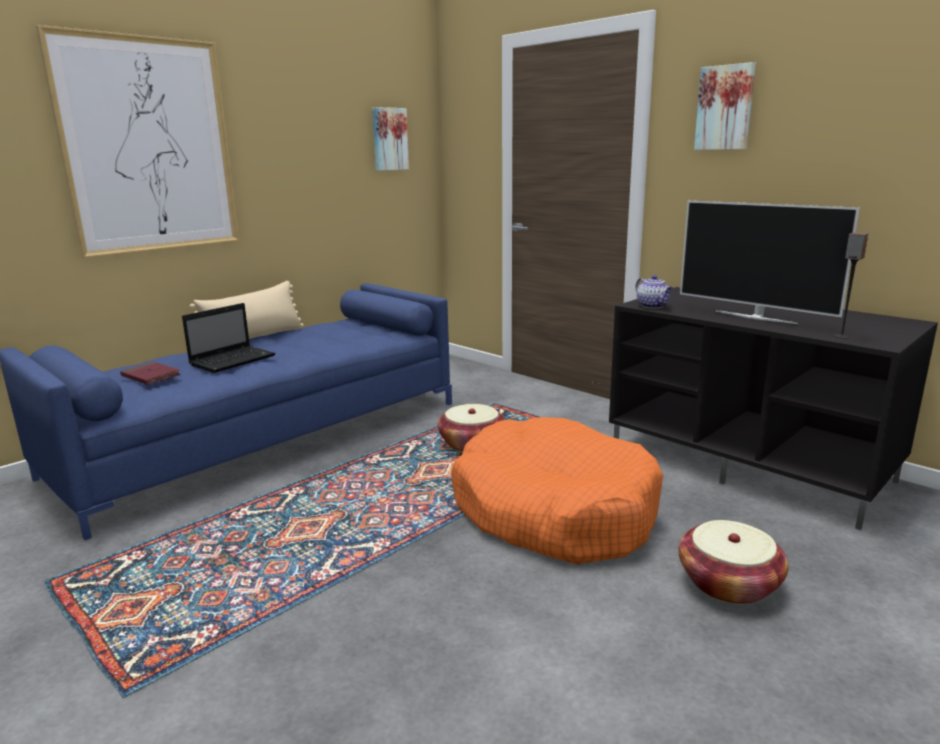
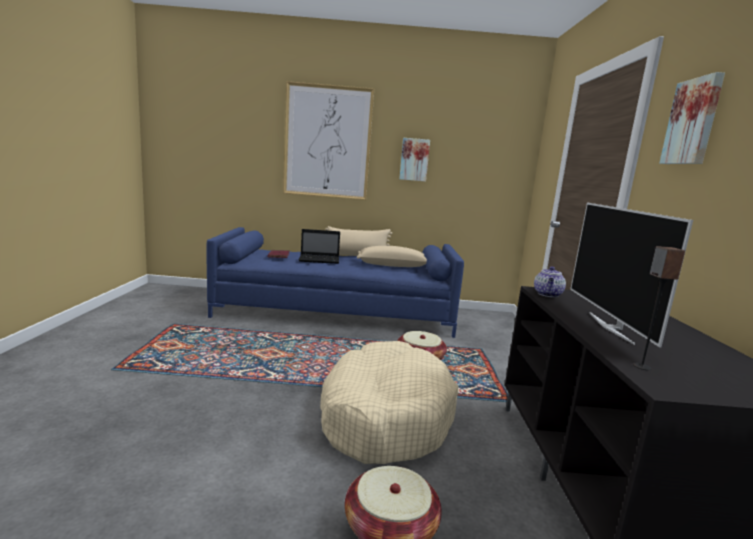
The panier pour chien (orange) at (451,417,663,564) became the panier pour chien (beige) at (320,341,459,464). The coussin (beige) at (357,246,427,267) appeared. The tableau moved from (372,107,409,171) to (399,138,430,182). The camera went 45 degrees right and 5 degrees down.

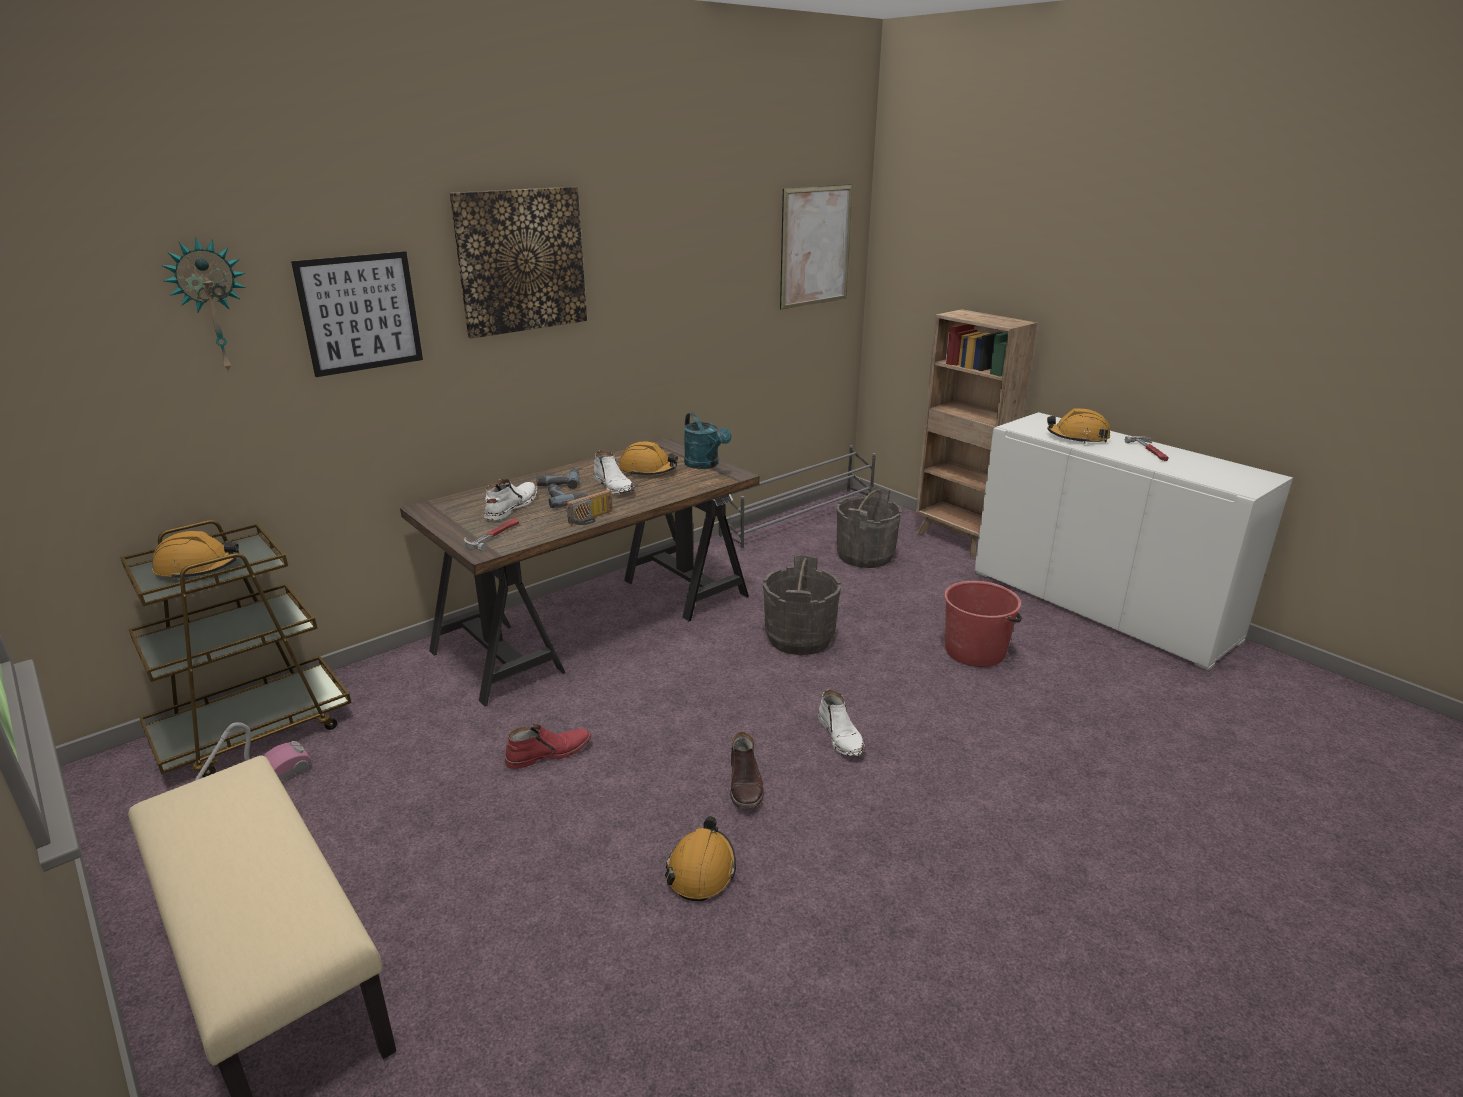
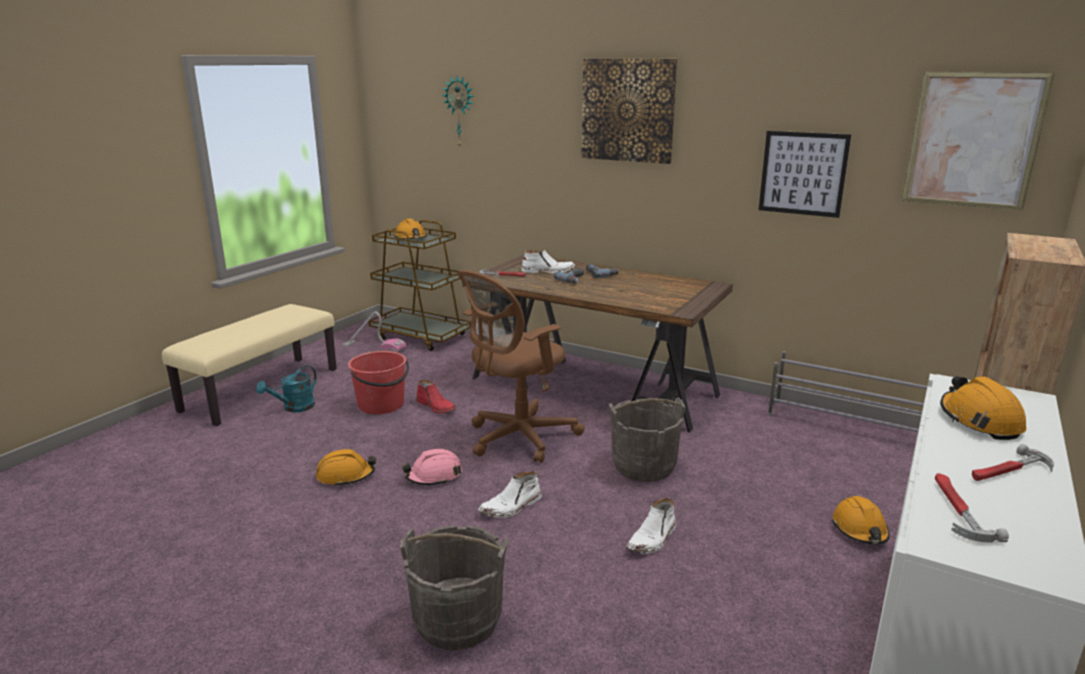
The arrosoir (turquoise) moved from (684,413,732,469) to (256,365,317,412). The seau (rouge) moved from (944,581,1022,667) to (348,351,409,414). The seau (gris) moved from (836,487,902,568) to (400,525,508,650). The botte (marron) at (730,732,764,809) was replaced by the casque de chantier (rose) at (402,449,462,485). The chaise de bureau (marron) at (457,270,585,463) appeared. The botte (blanc) moved from (593,451,635,494) to (626,498,676,554). The tableau moved from (291,251,423,377) to (759,131,851,218). The casque de chantier (orange) moved from (619,442,678,476) to (832,496,890,544). The marteau at (935,473,1009,543) appeared. The radio at (566,490,613,525) disappeared. The camera went 70 degrees right and 5 degrees down.

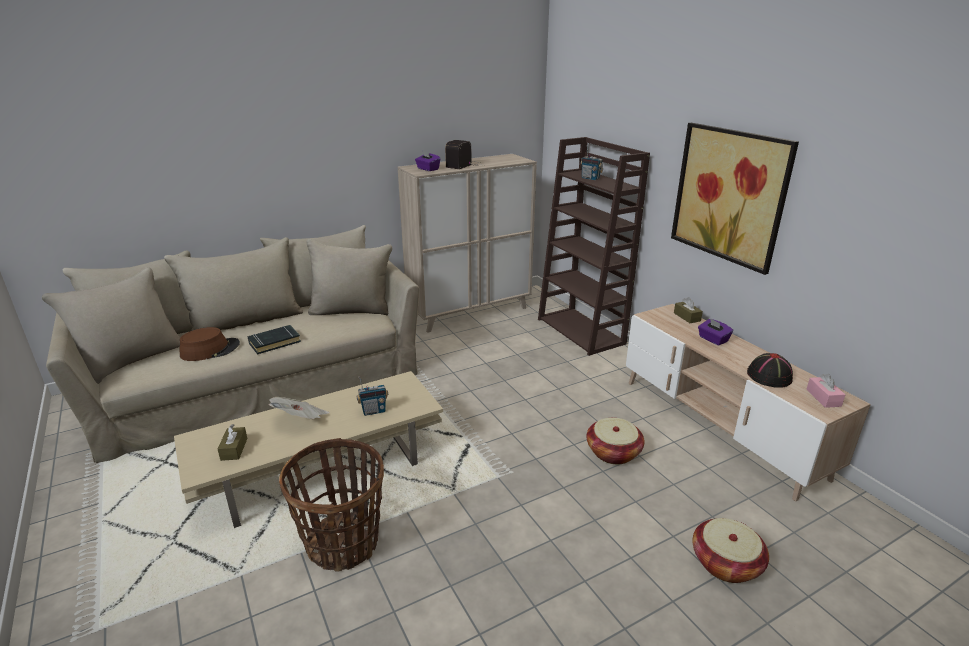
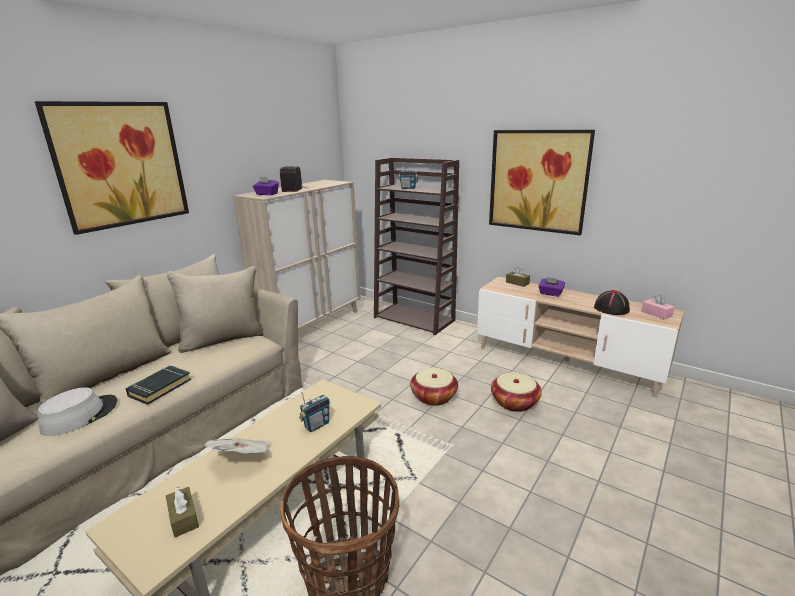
The tableau at (35,101,189,235) appeared. The chapeau (marron) at (180,327,240,361) became the chapeau (gris) at (38,387,118,436). The panier moved from (692,518,769,583) to (410,368,458,406). The camera went 25 degrees left and 5 degrees down.

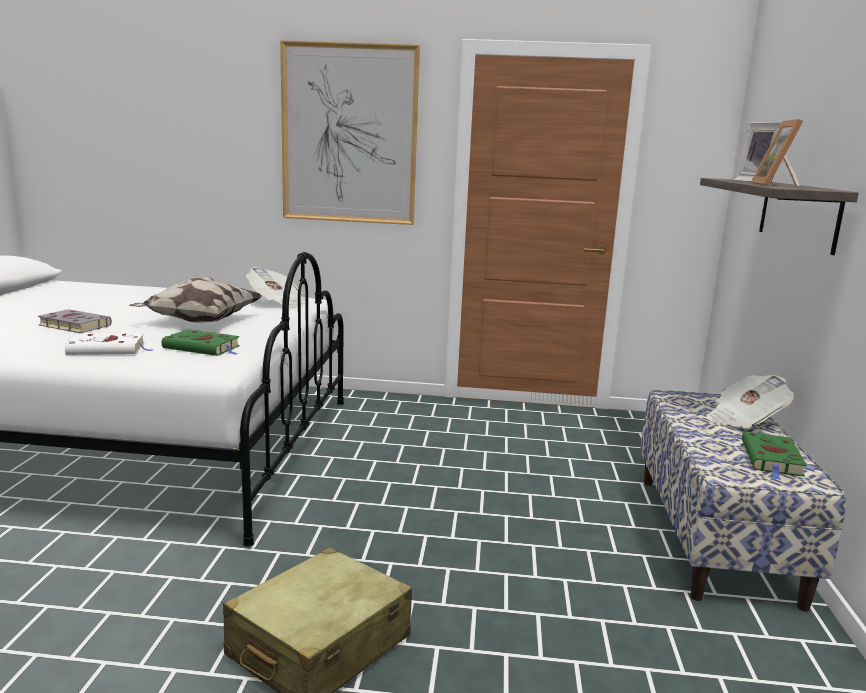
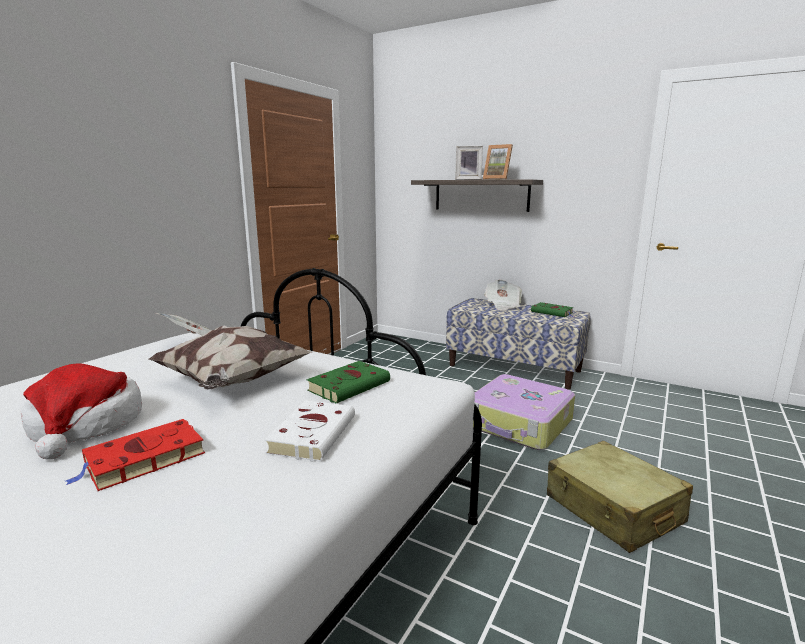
The chapeau at (21,363,142,459) appeared. The livre (gris) at (38,309,112,333) became the livre (rouge) at (66,419,205,491). The valise at (473,374,575,450) appeared. The tableau at (280,40,420,225) disappeared. The camera went 65 degrees left and 0 degrees up.

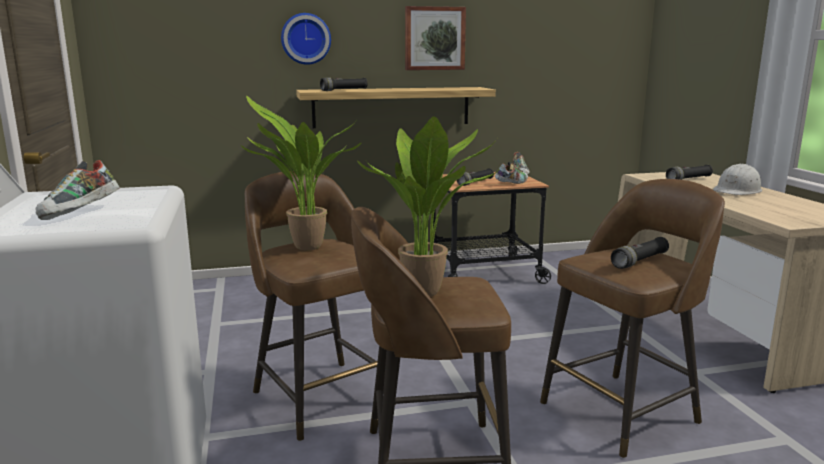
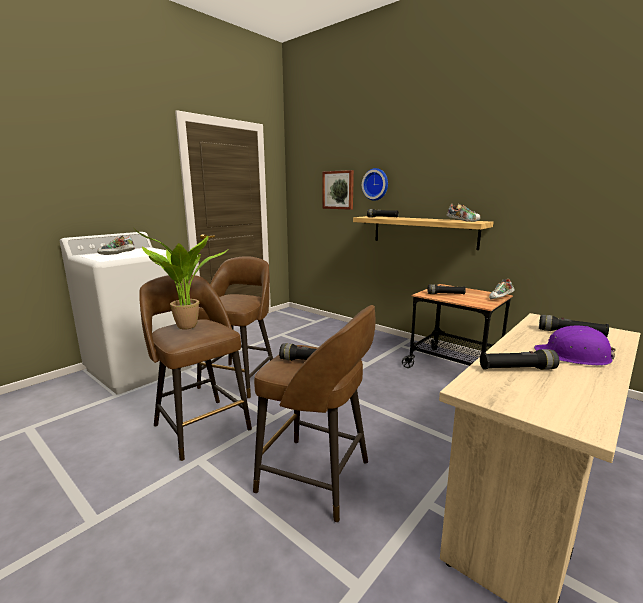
The tableau moved from (405,6,466,70) to (322,170,354,210). The chaussure moved from (495,162,528,184) to (447,203,480,222). The lampe de poche (noir) at (480,349,559,370) appeared. The casque de chantier (blanc) at (713,163,762,195) became the casque de chantier (violet) at (534,326,616,366). The plante en pot at (241,96,362,250) disappeared. The camera went 55 degrees right and 0 degrees up.

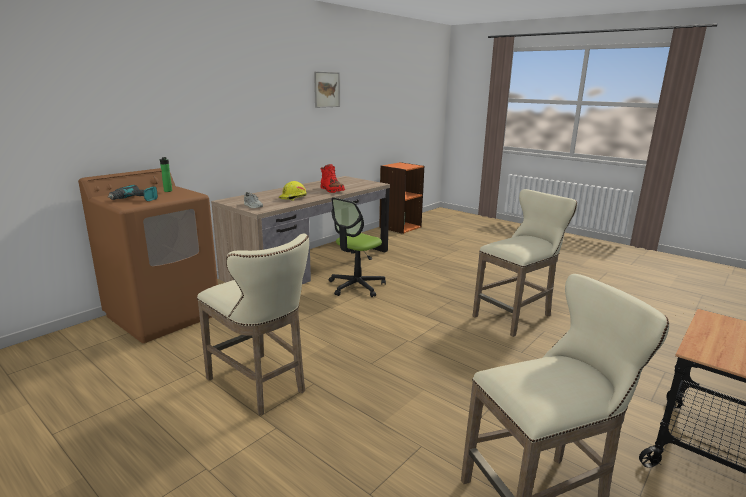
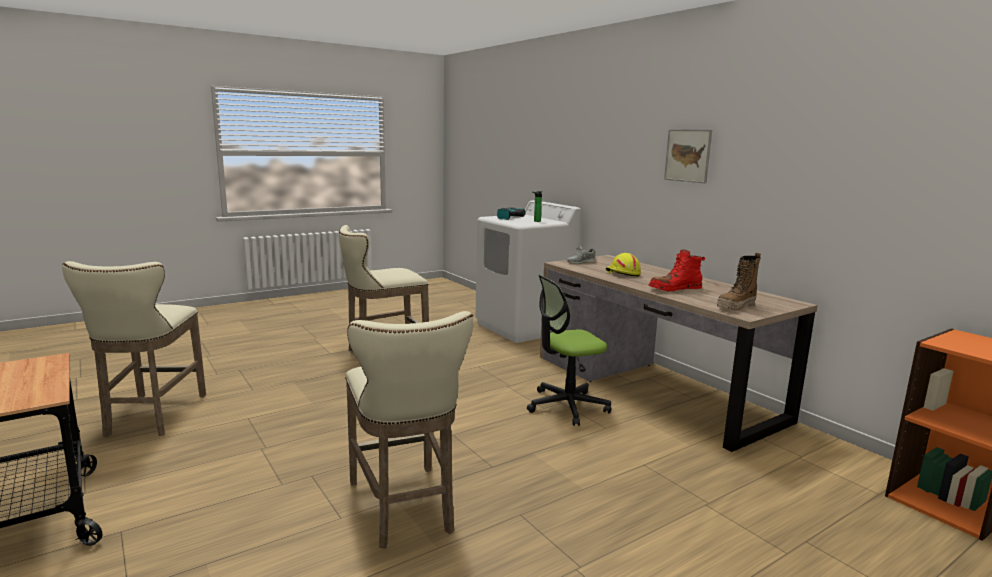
The lave-linge (marron) at (78,168,218,343) became the lave-linge (blanc) at (475,200,581,343). The chaise de bureau at (329,197,386,297) turned 75 degrees counterclockwise. The tableau moved from (314,72,340,108) to (664,129,712,183). The botte at (717,252,761,311) appeared. The camera went 105 degrees right and 5 degrees down.

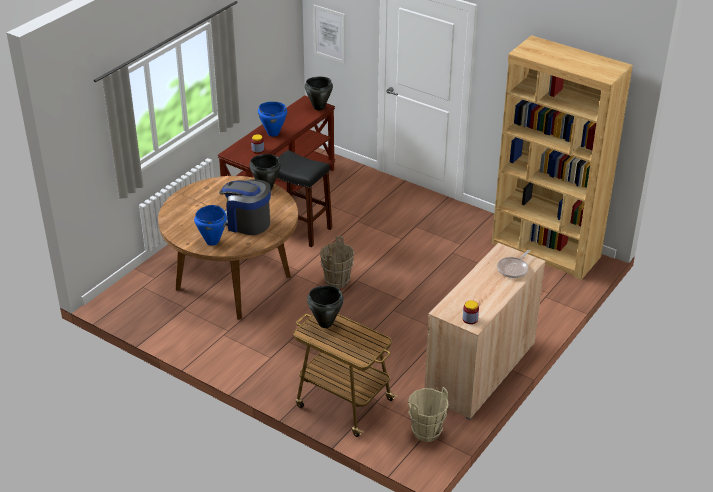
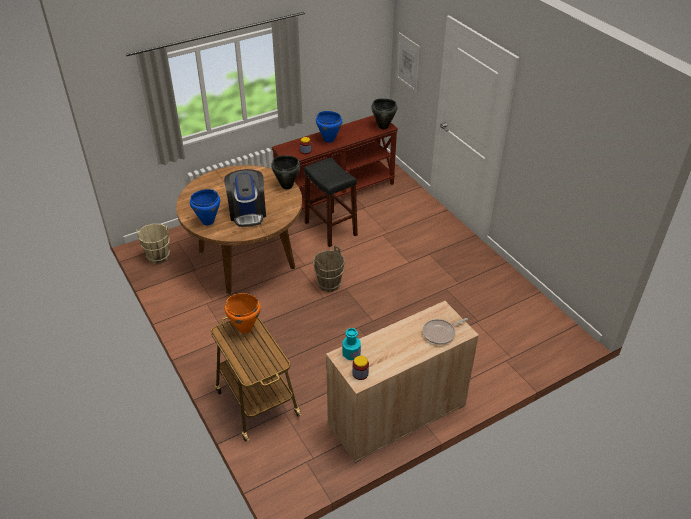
The seau (beige) moved from (408,387,449,442) to (136,224,170,264). The machine à café at (219,179,271,235) turned 150 degrees counterclockwise. The marmite (noir) at (307,285,344,328) became the marmite (orange) at (225,293,261,334). The bouteille (turquoise) at (342,328,361,360) appeared. The bibliothèque (marron) at (492,35,633,280) disappeared. The camera went 25 degrees right and 5 degrees up.

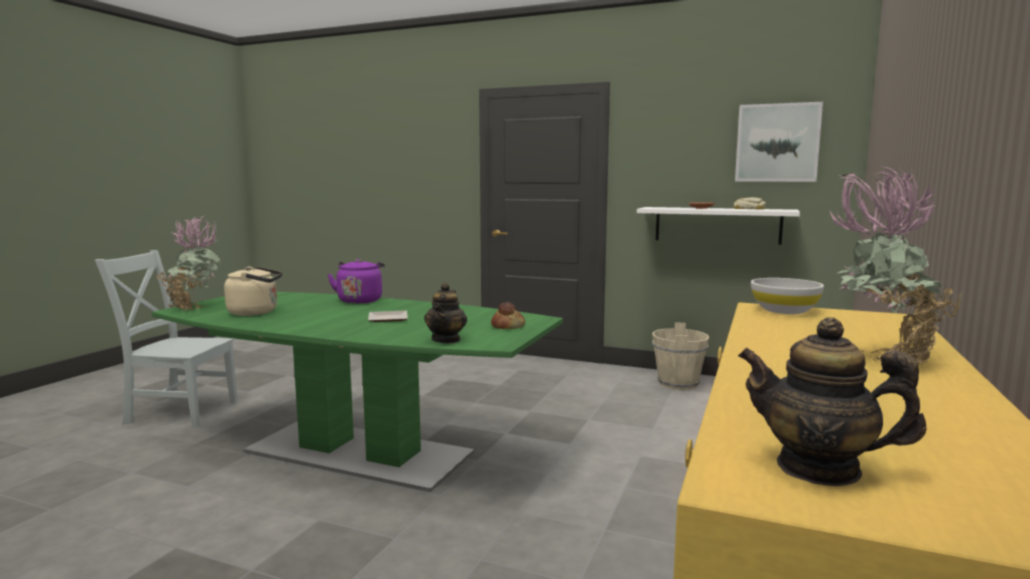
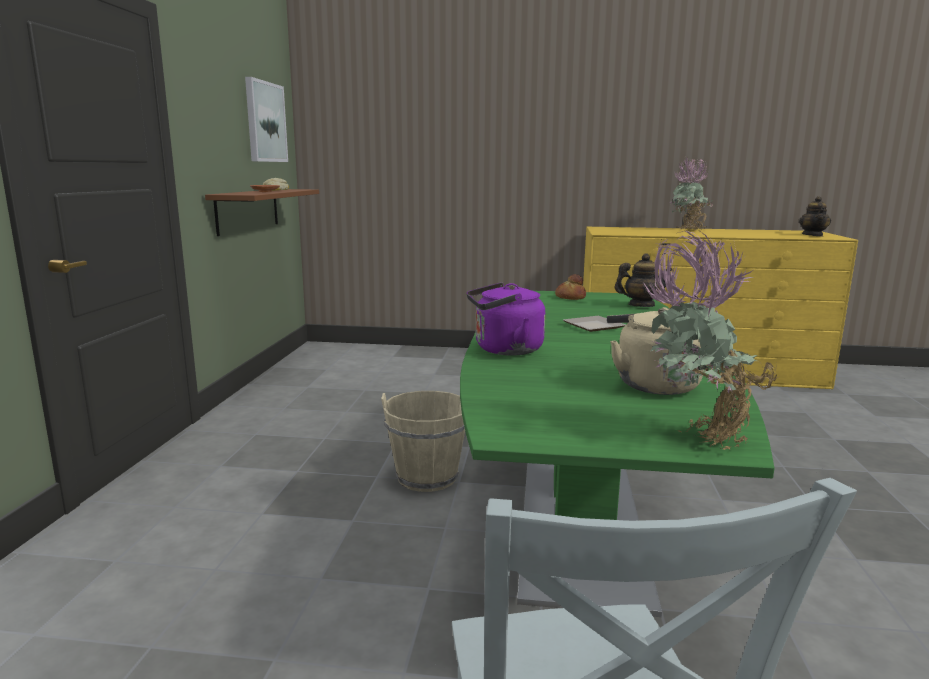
The étagère (blanc) at (637,207,800,245) became the étagère (marron) at (205,189,319,236). The seau (beige) moved from (652,322,709,390) to (381,391,465,492). The bol (blanc) at (751,278,824,314) disappeared. The camera went 105 degrees left and 5 degrees up.

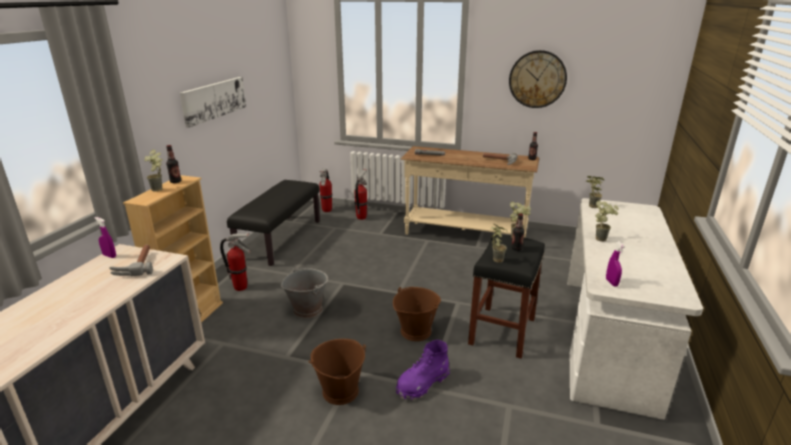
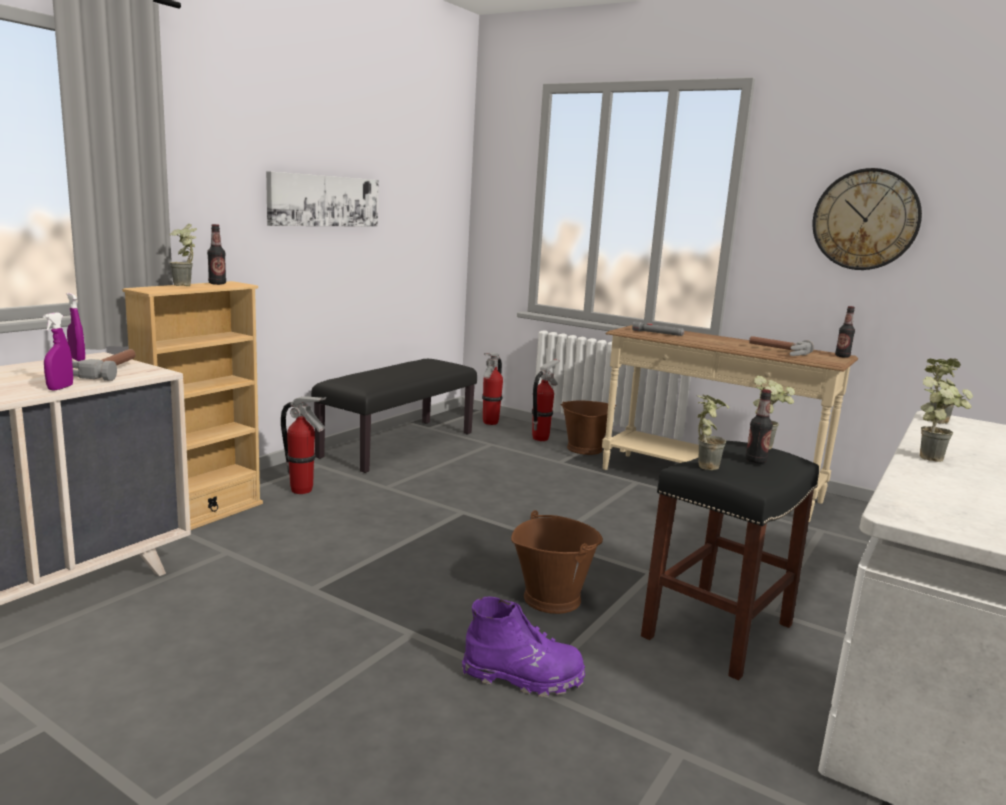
The vaporisateur (violet) moved from (606,241,625,287) to (43,312,73,390). The botte (violet) at (396,340,450,400) turned 150 degrees counterclockwise. The seau (marron) moved from (308,339,366,405) to (560,401,616,455). The seau (gris) at (281,267,328,319) disappeared. The camera went 15 degrees right and 10 degrees down.

